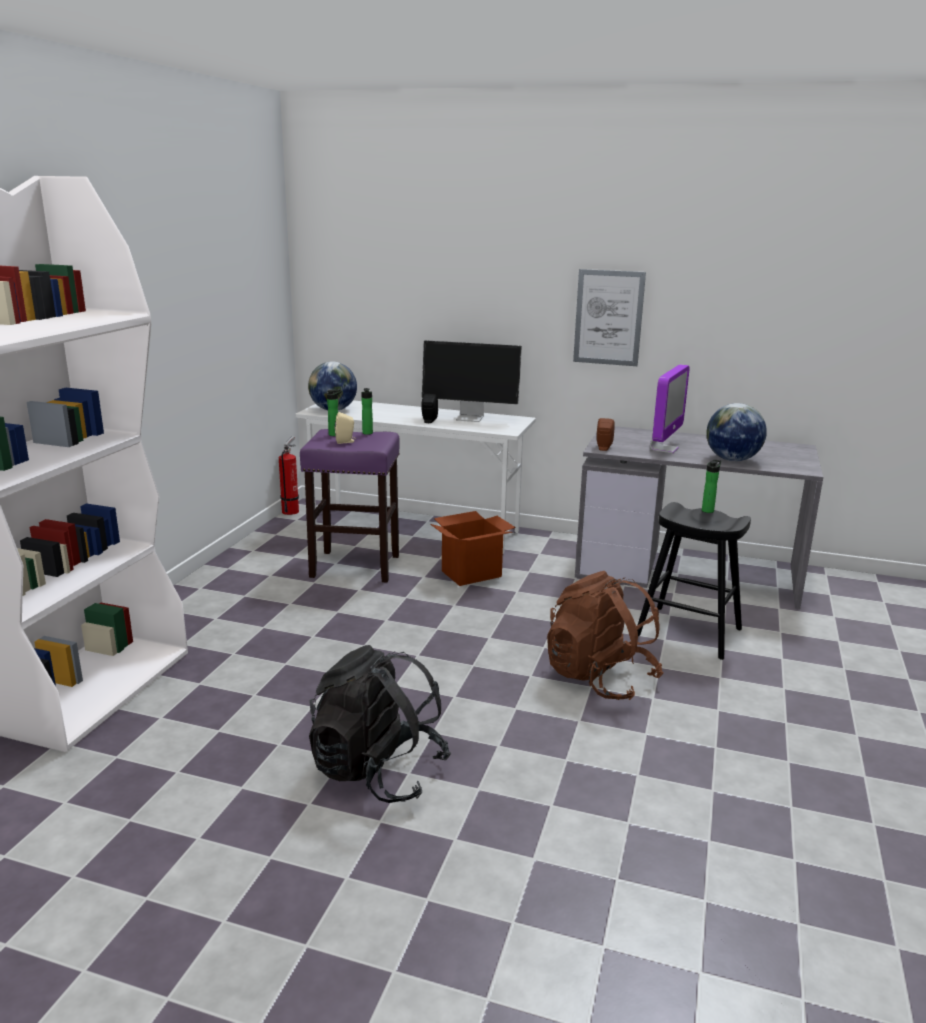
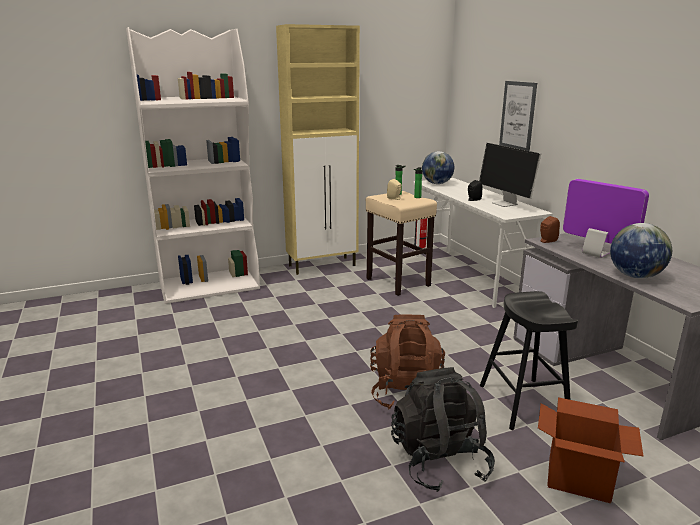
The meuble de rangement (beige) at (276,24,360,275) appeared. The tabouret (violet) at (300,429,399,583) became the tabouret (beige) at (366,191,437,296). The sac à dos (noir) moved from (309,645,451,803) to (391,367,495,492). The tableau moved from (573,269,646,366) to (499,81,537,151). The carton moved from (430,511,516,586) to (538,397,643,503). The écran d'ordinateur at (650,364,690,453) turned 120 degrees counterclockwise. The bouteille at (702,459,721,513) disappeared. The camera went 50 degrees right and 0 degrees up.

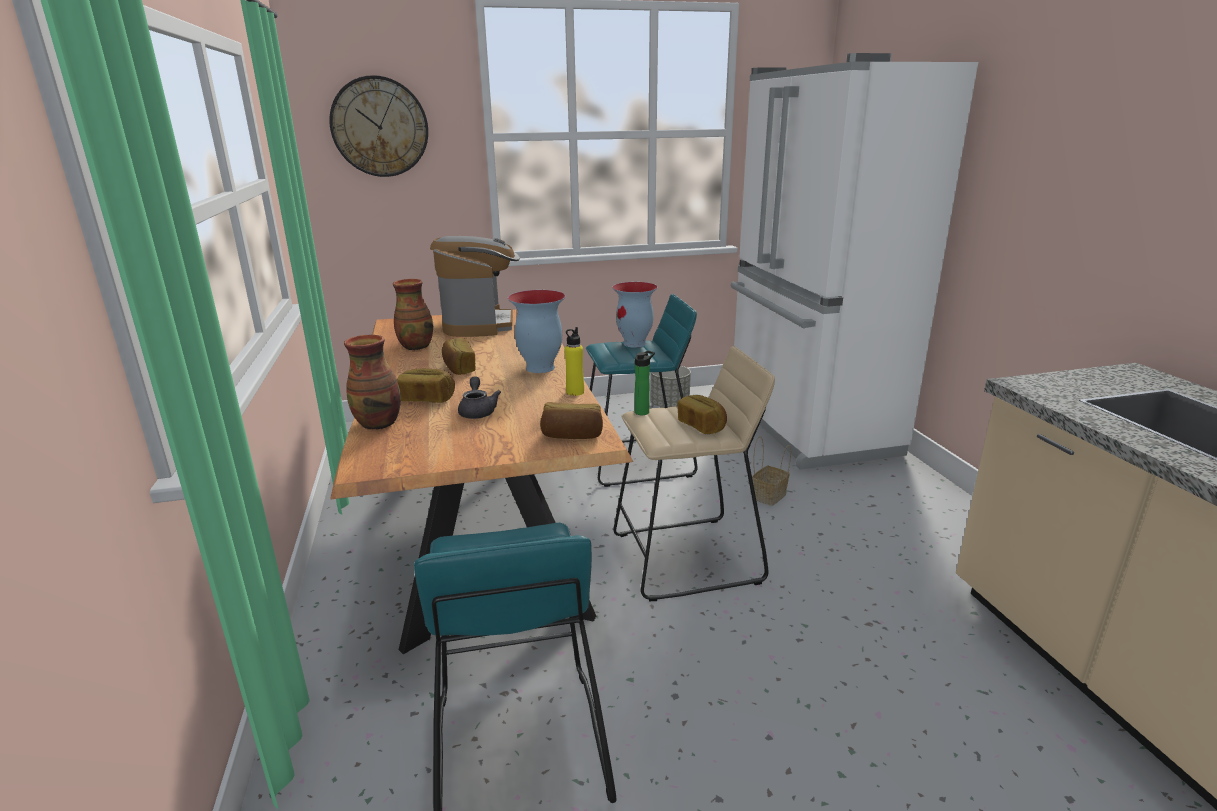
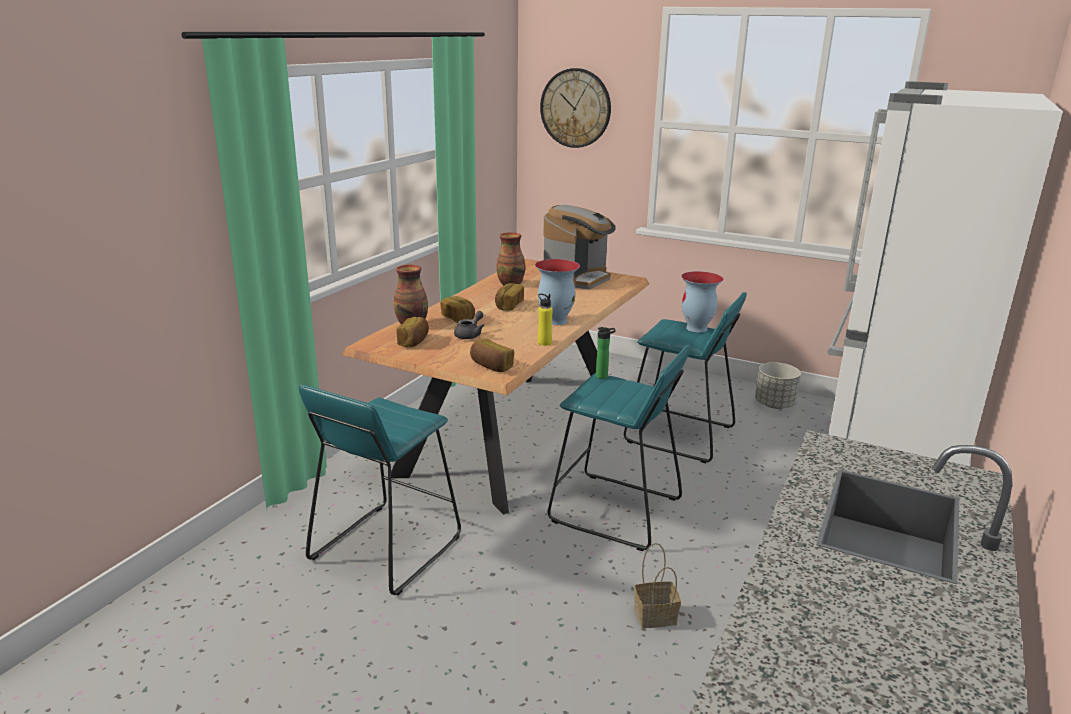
The pain moved from (677,395,727,434) to (397,317,429,347). The tabouret (beige) at (613,346,775,601) became the tabouret (turquoise) at (548,345,691,551). The panier moved from (752,436,791,506) to (634,543,681,628). The camera went 40 degrees right and 0 degrees up.

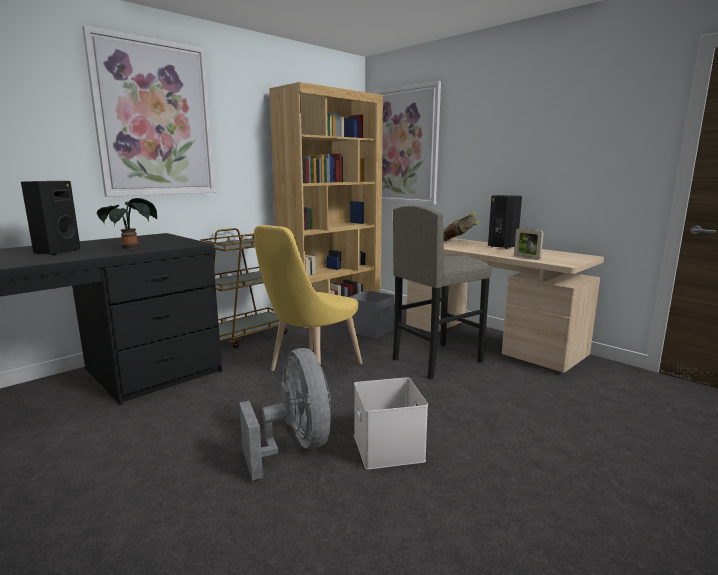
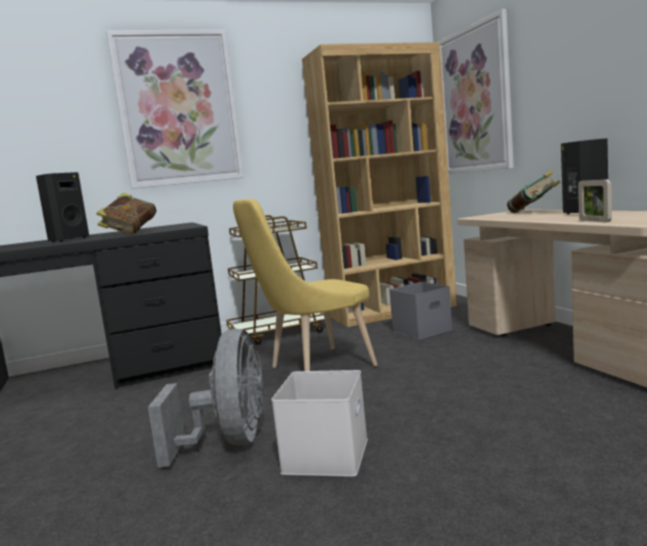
The plante en pot at (97,198,157,249) was replaced by the livre at (96,193,157,235). The tabouret (gris) at (393,205,492,379) disappeared. The camera went 25 degrees right and 5 degrees down.

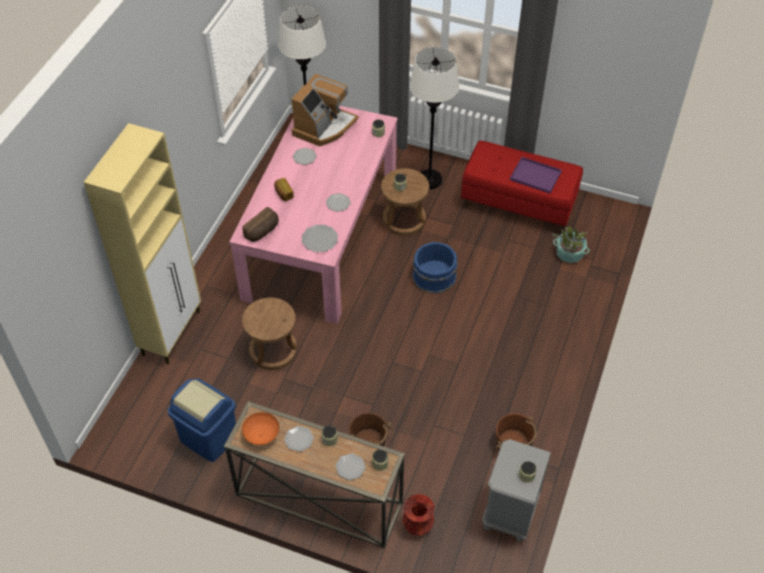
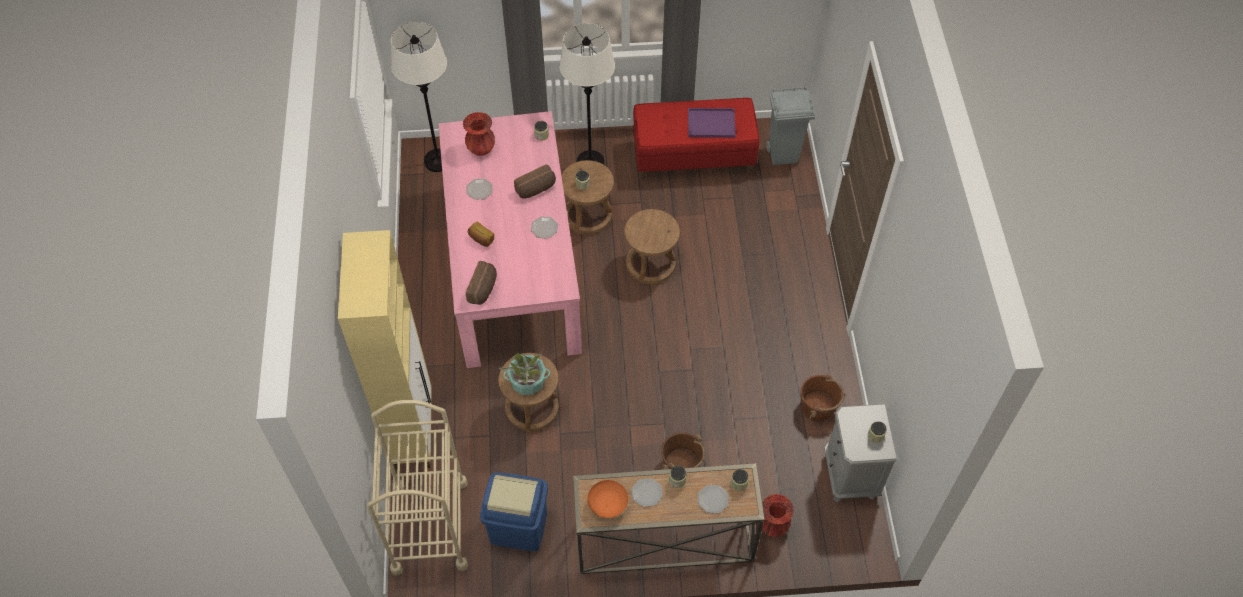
The chariot (beige) at (367,400,468,576) appeared. The machine à café at (291,74,358,147) was replaced by the vase (rouge) at (463,112,495,156). The plante en pot moved from (552,227,590,263) to (499,349,550,395). The pain at (514,164,556,199) appeared. The seau (bleu) at (412,242,458,294) was replaced by the tabouret (marron) at (624,209,680,285). The poubelle (gris) at (767,86,815,165) appeared. The assiette at (302,225,338,252) disappeared. The camera went 25 degrees left and 5 degrees up.

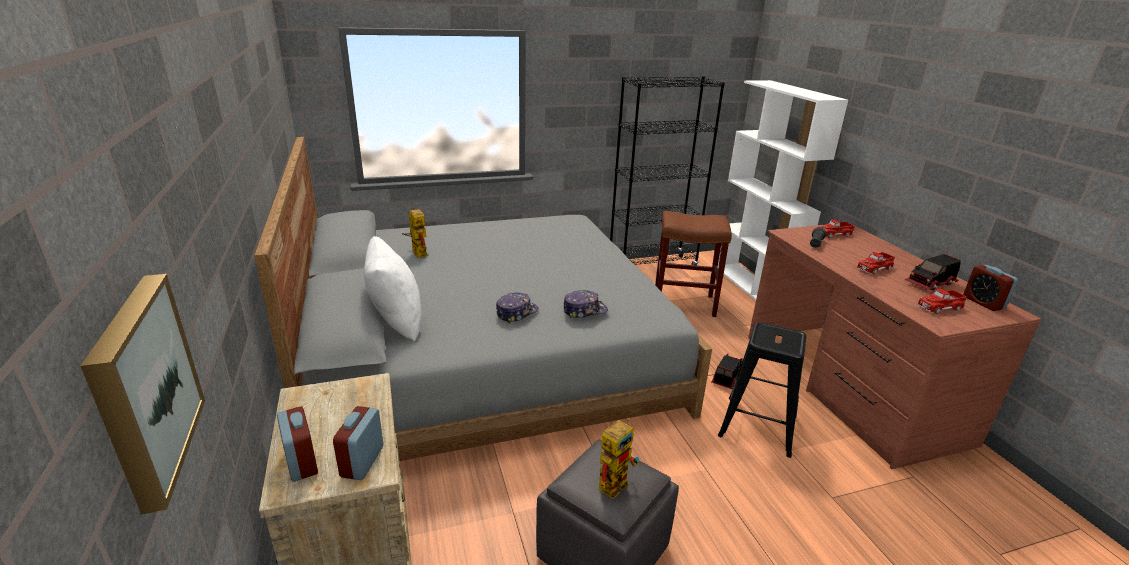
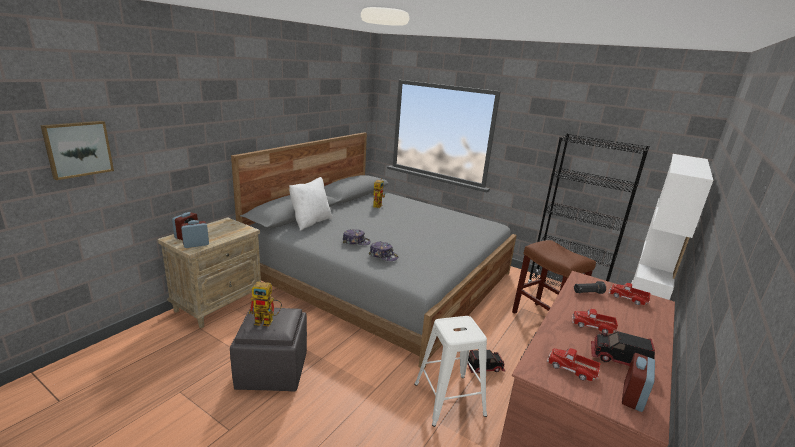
The tabouret (noir) at (718,322,806,458) became the tabouret (blanc) at (414,316,487,427). The camera went 50 degrees right and 5 degrees down.

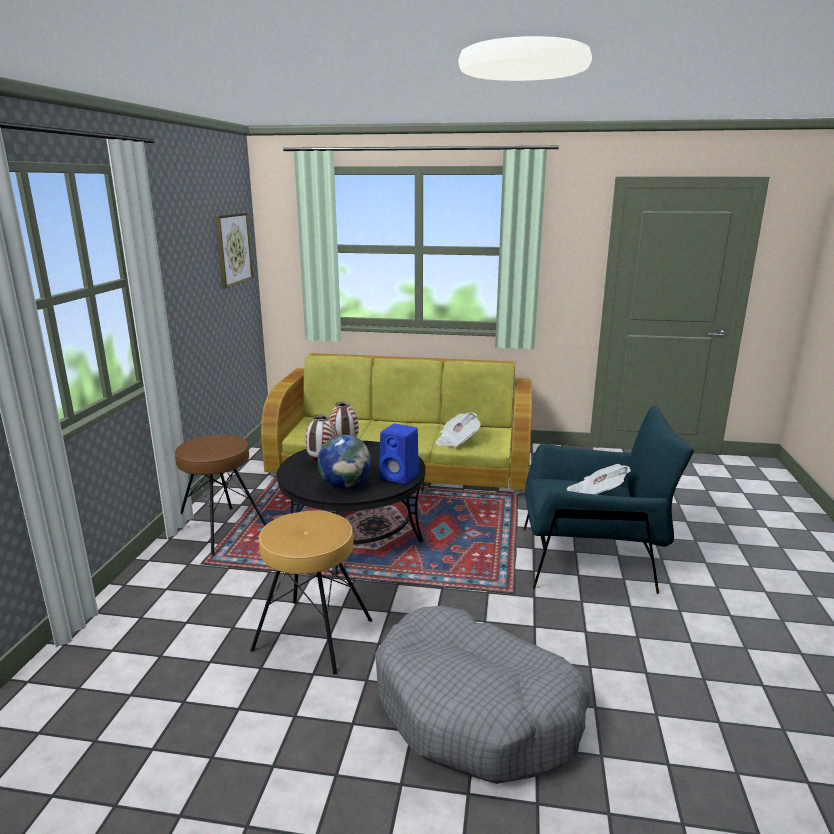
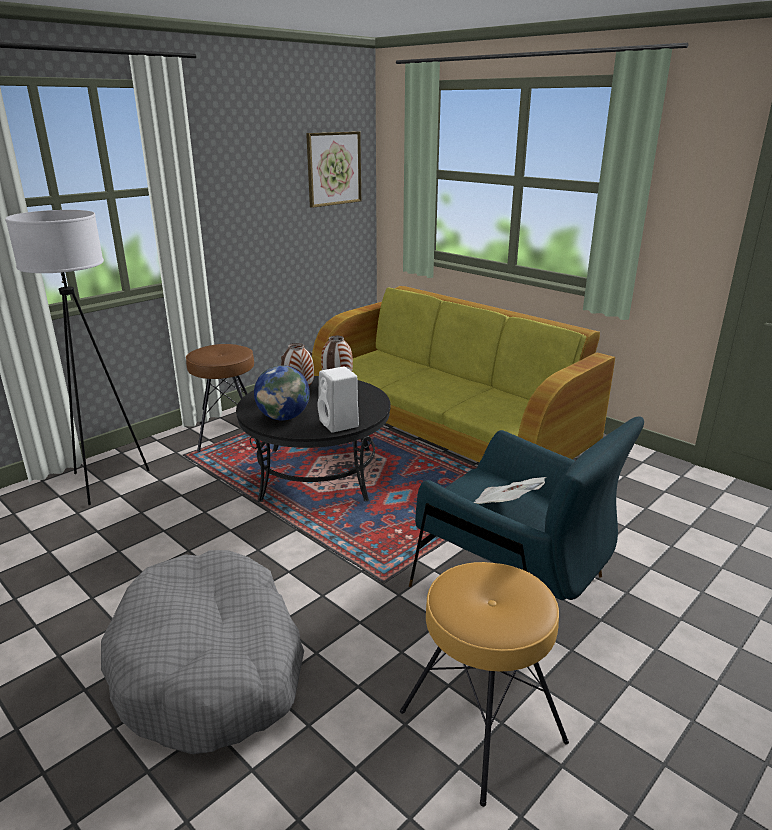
The lampadaire (blanc) at (5,210,149,505) appeared. The enceinte (bleu) at (379,424,419,485) became the enceinte (blanc) at (318,367,359,433). The tabouret (marron) moved from (250,511,372,674) to (400,562,569,807). The journal at (435,412,481,447) disappeared. The camera went 35 degrees right and 5 degrees up.

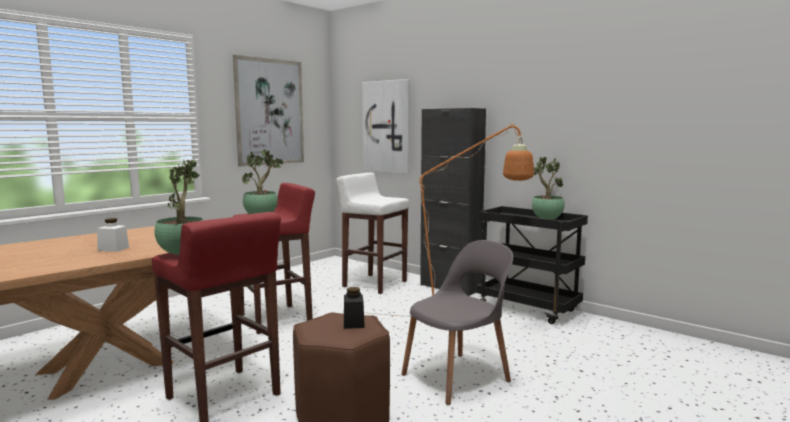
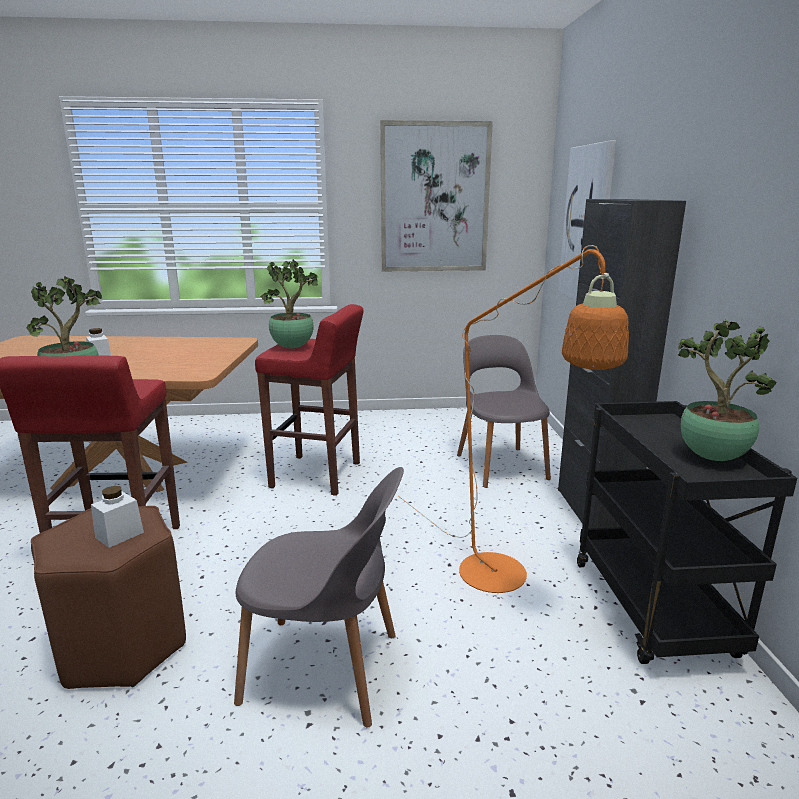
The bocal (noir) at (344,287,365,329) became the bocal (blanc) at (91,486,144,548). The tabouret (blanc) at (336,173,409,294) was replaced by the chaise (gris) at (457,335,551,488). The camera went 45 degrees right and 10 degrees up.

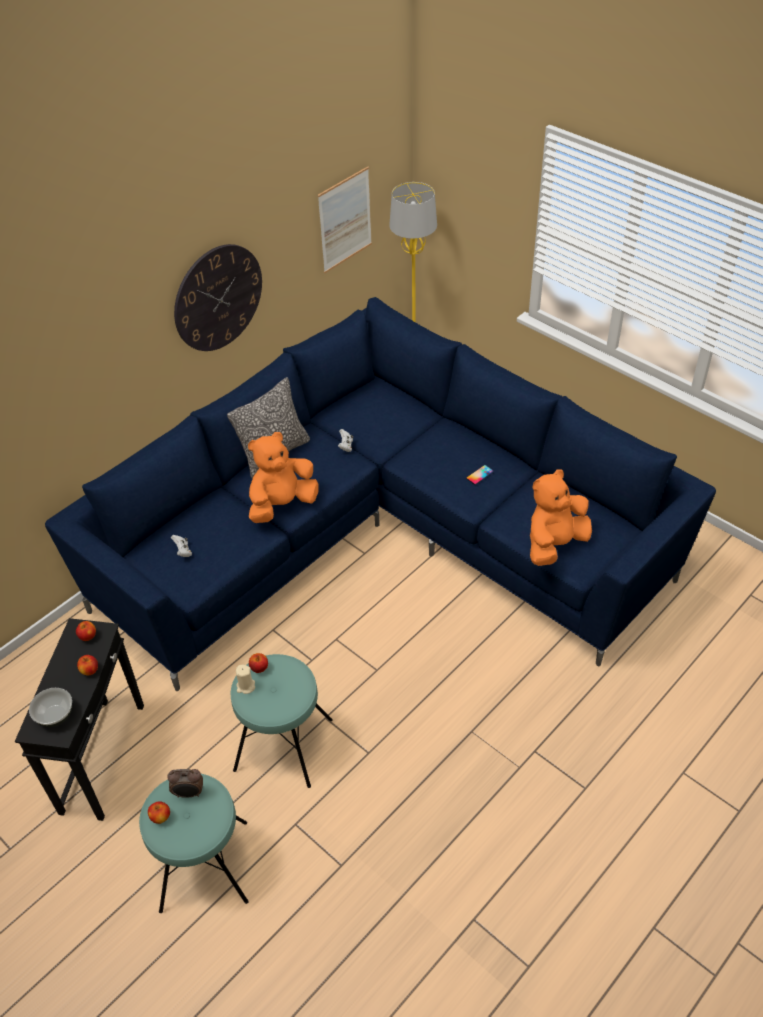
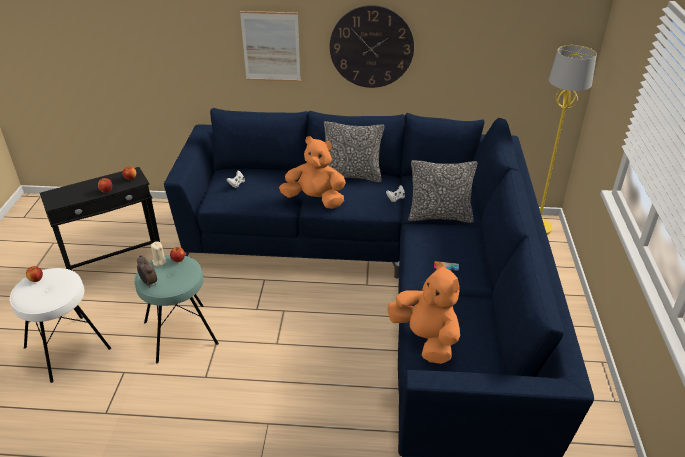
The tabouret (turquoise) at (139,774,249,913) became the tabouret (blanc) at (10,268,111,383). The réveil moved from (167,769,203,798) to (137,255,157,288). The tableau moved from (318,166,372,273) to (240,11,301,82). The peluche (orange) at (530,469,592,566) turned 45 degrees clockwise. The coussin at (408,160,477,223) appeared. The bol at (29,688,72,727) disappeared. The camera went 50 degrees right and 10 degrees down.

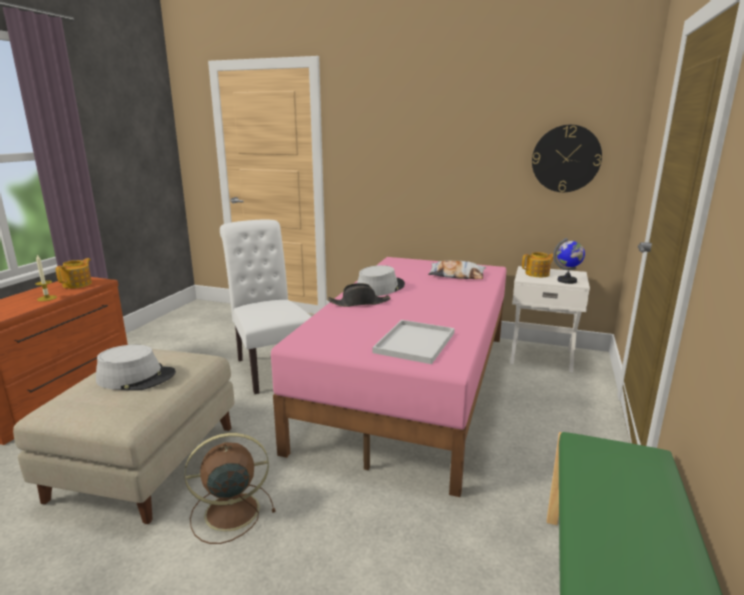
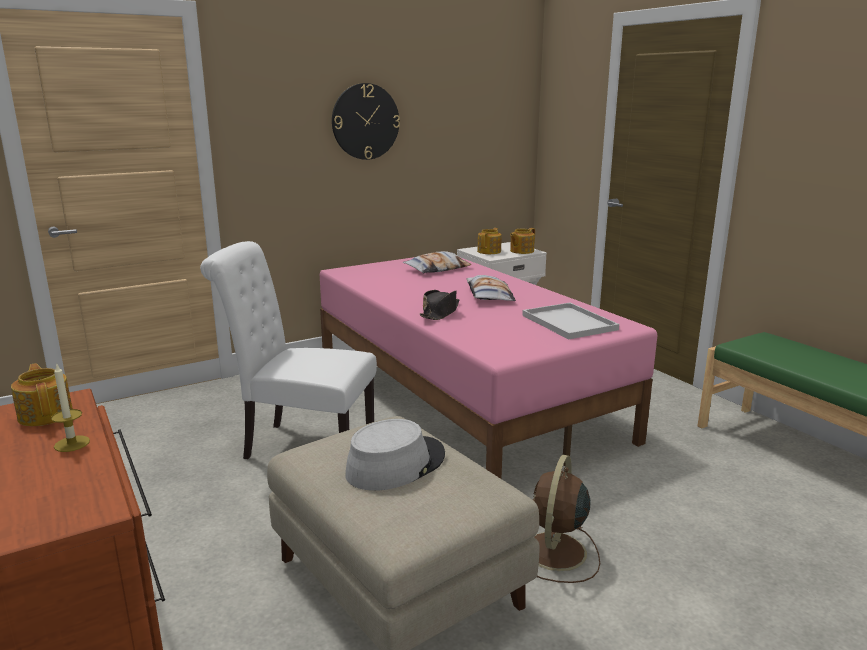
The horloge murale moved from (532,125,602,192) to (332,83,400,160). The coussin at (466,275,516,301) appeared. The globe at (553,238,585,284) was replaced by the théière at (510,228,535,254). The chapeau (gris) at (357,265,405,296) disappeared. The camera went 50 degrees left and 0 degrees up.

